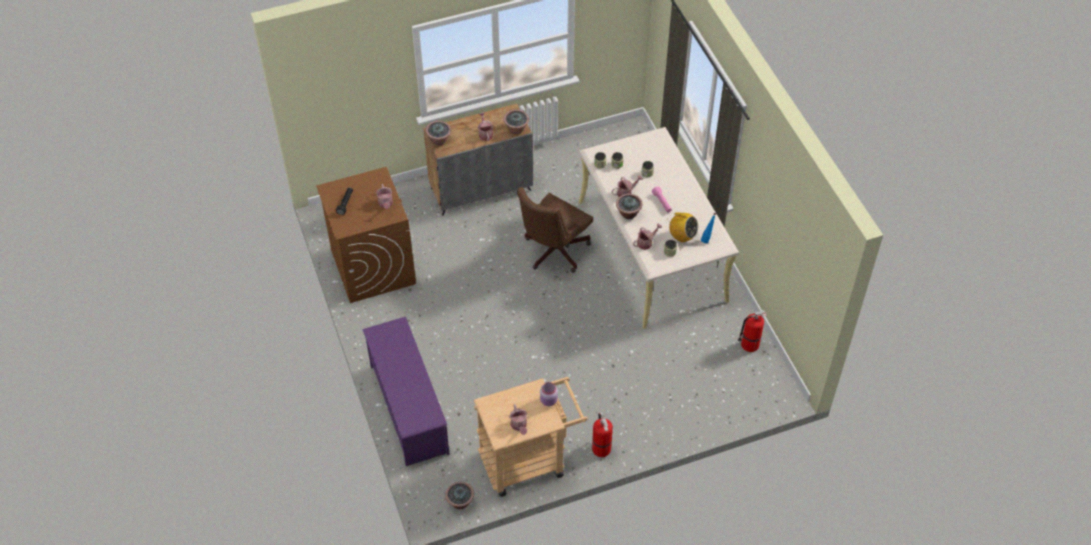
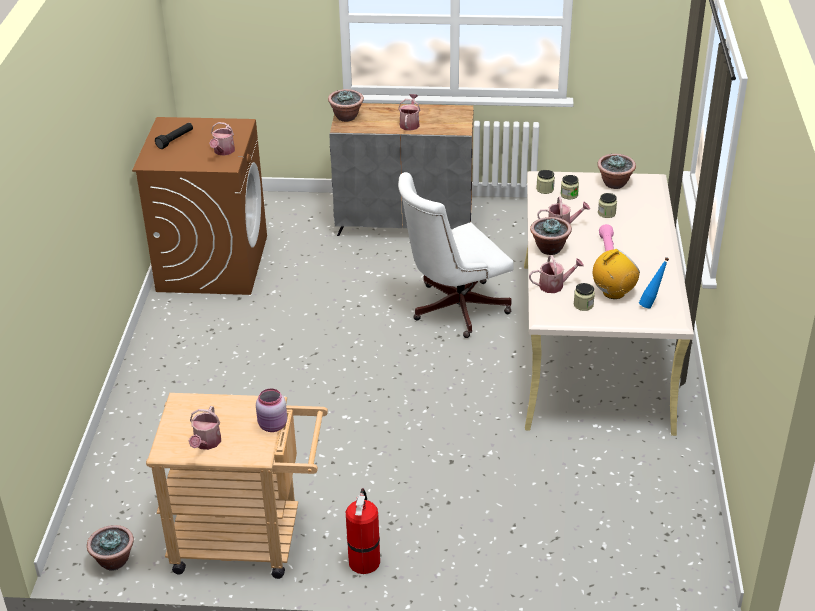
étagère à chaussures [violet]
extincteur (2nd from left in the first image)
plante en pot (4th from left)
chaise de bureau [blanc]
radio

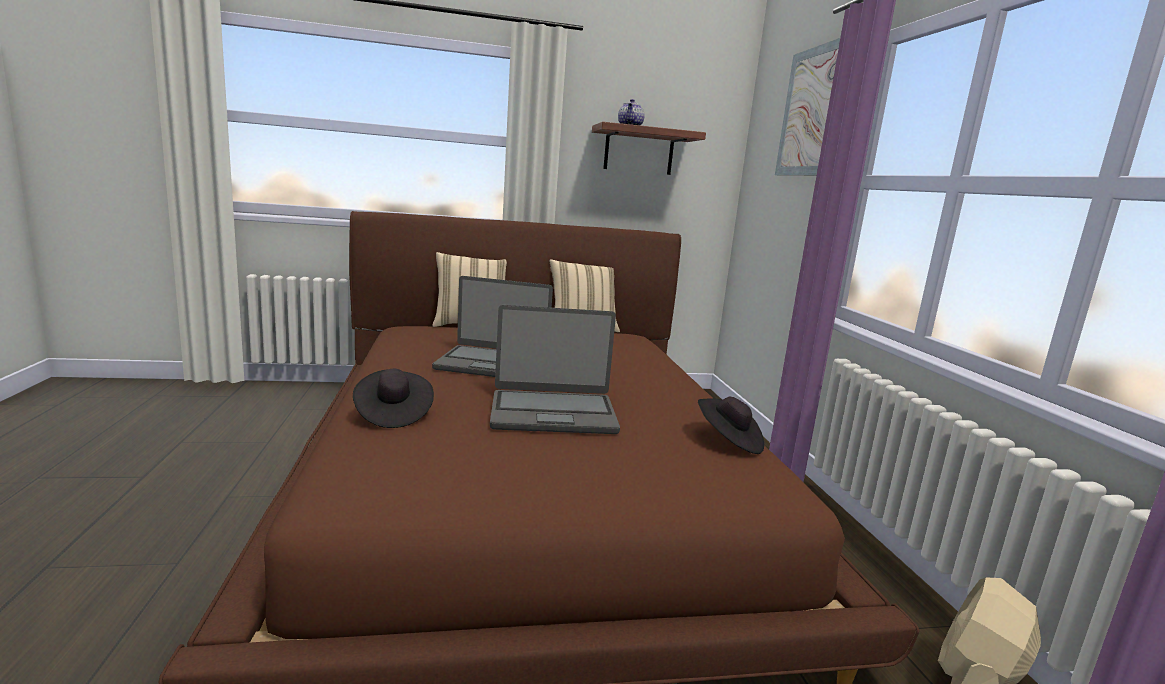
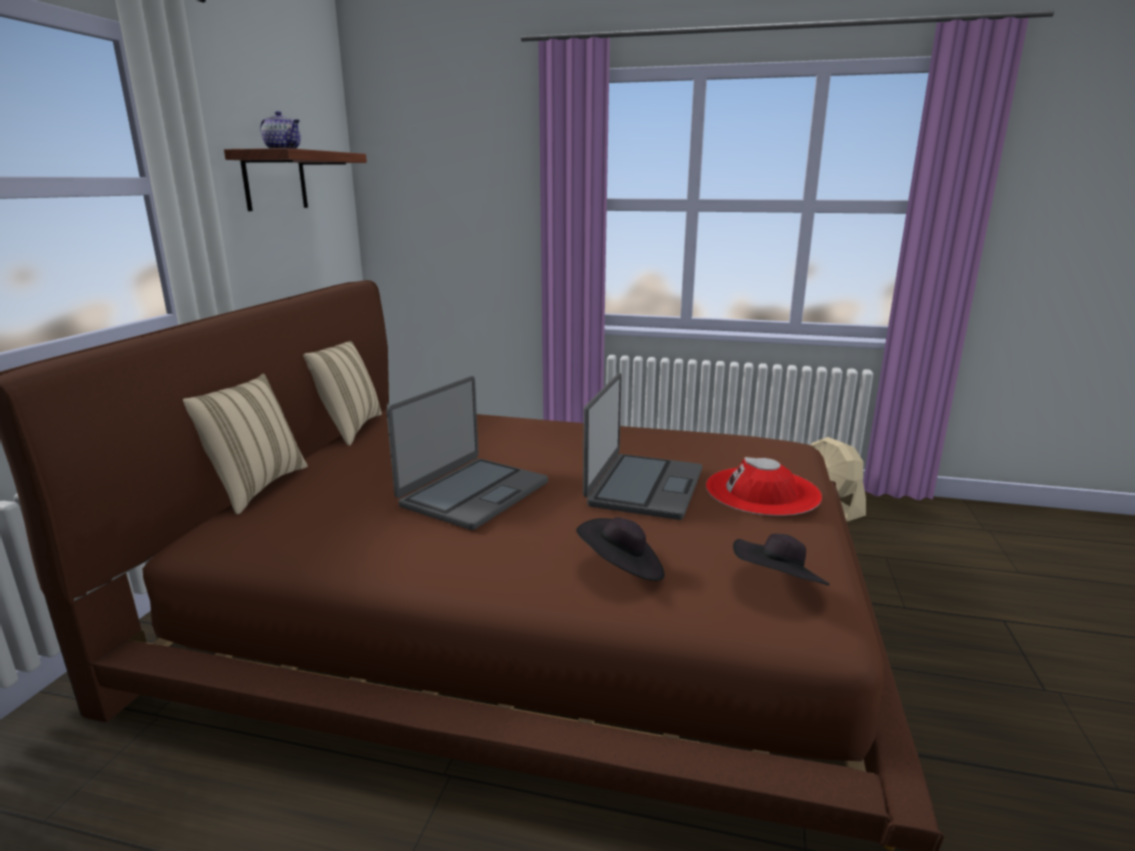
tableau
chapeau [rouge]
chapeau [noir] (2nd from left)

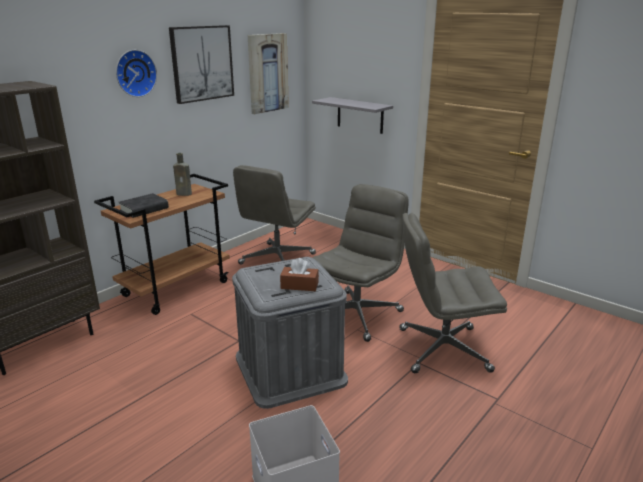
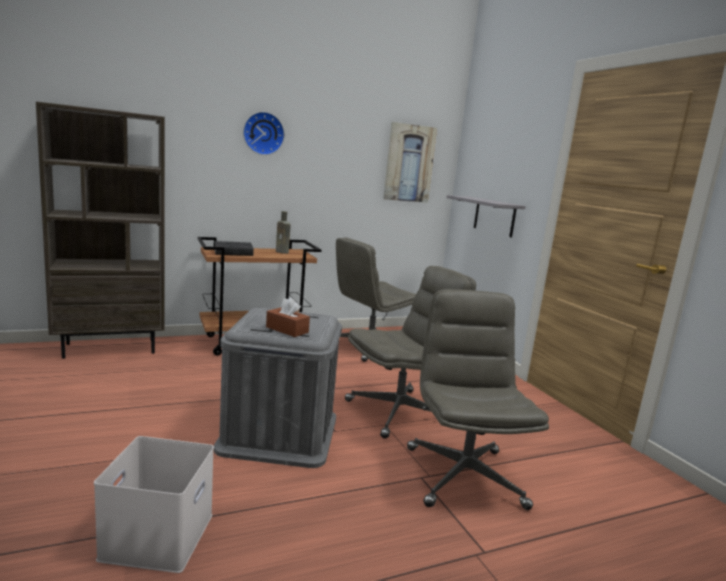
tableau (1st from left in the first image)
chaise de bureau [gris] (3rd from left)

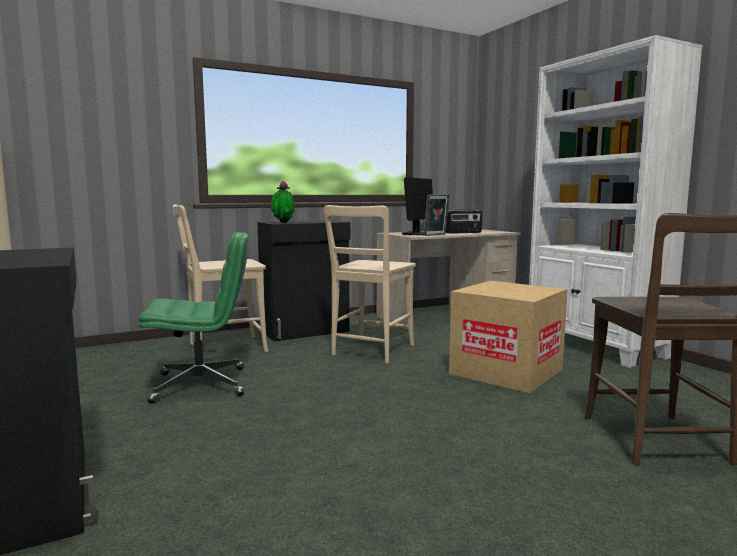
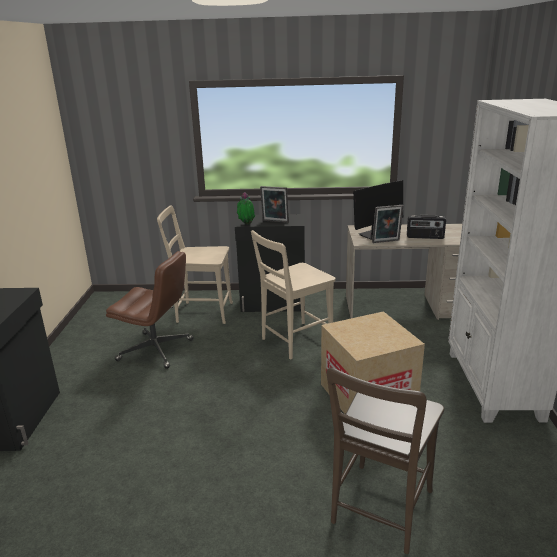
cadre photo (1st from left)
chaise de bureau [marron]

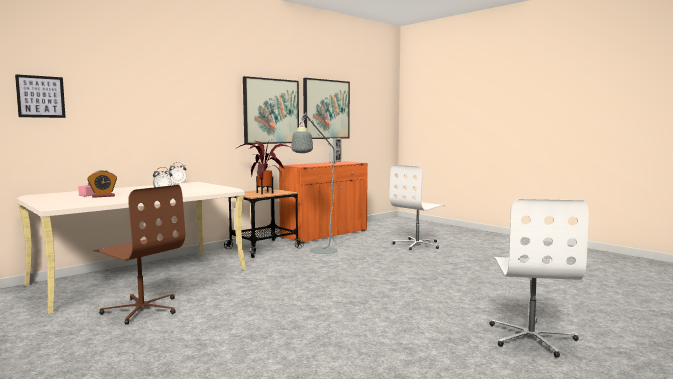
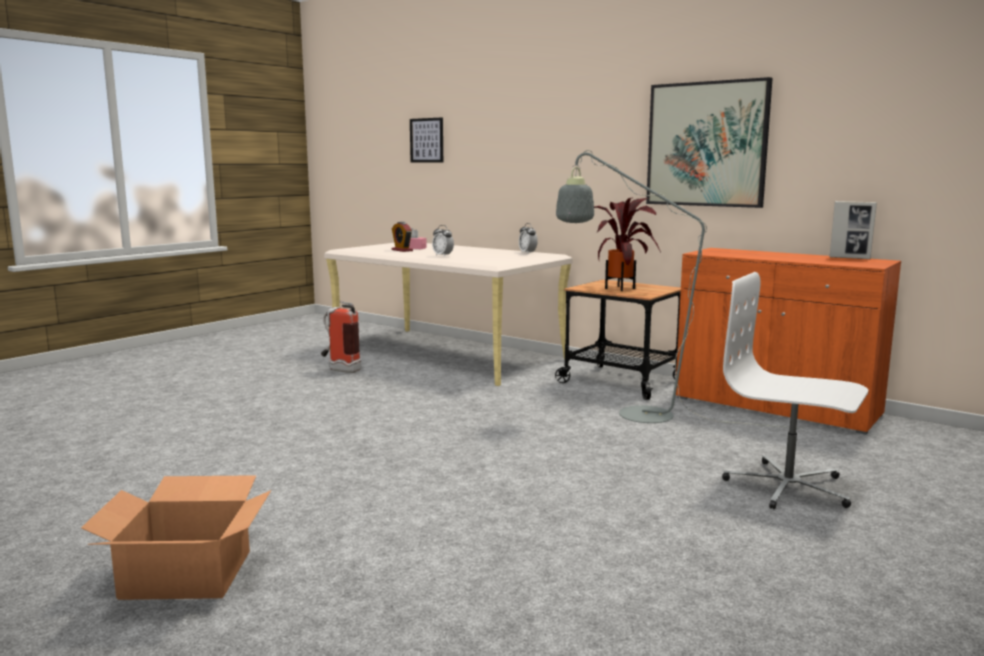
tableau (3rd from left in the first image)
extincteur
carton

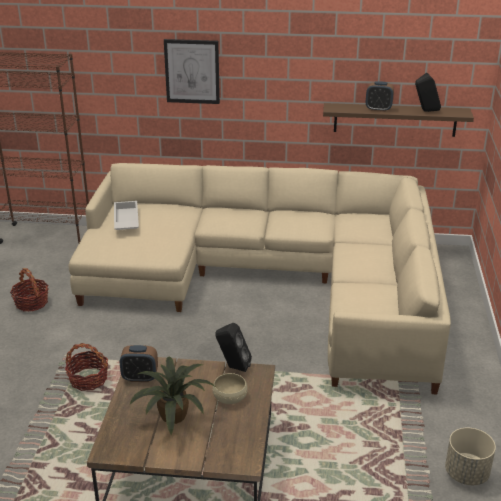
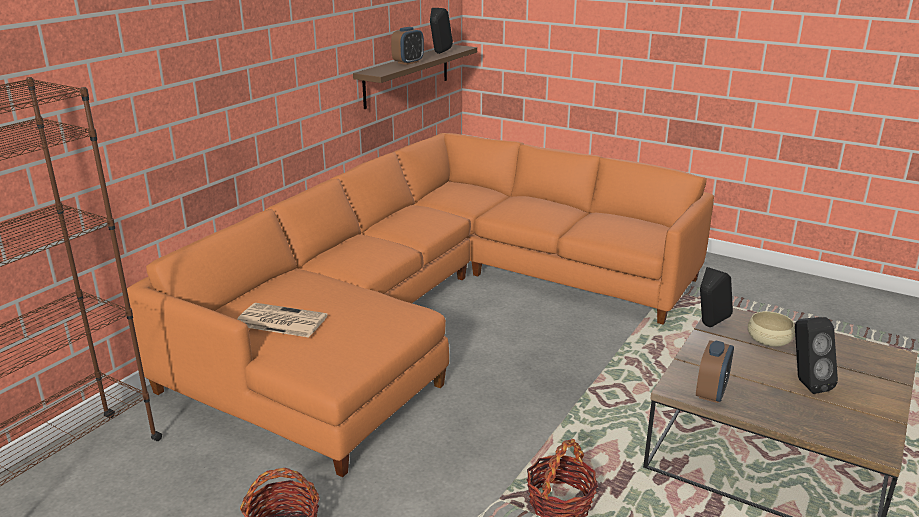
tableau
cache-pot [beige]
journal
enceinte [noir] (3rd from left)
canapé [orange]

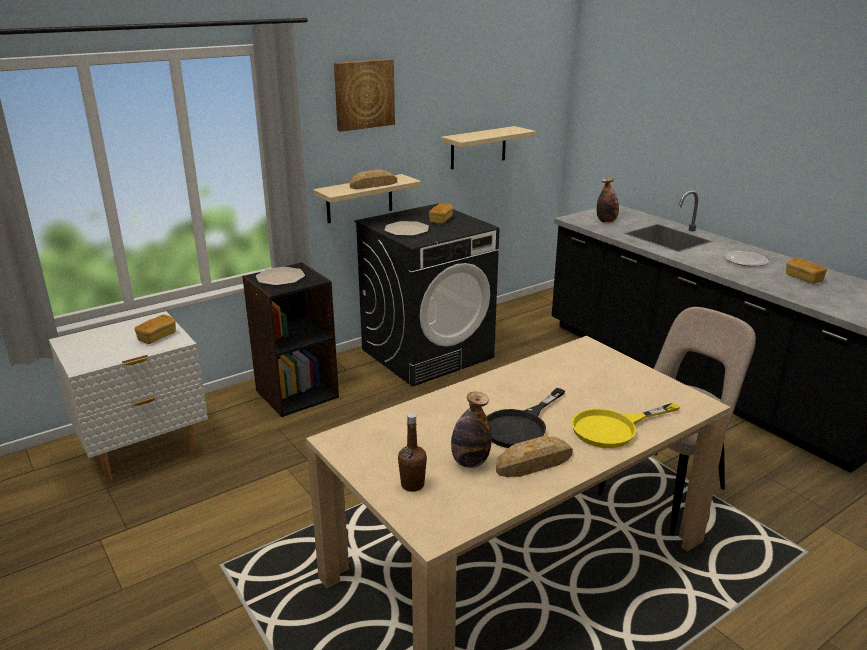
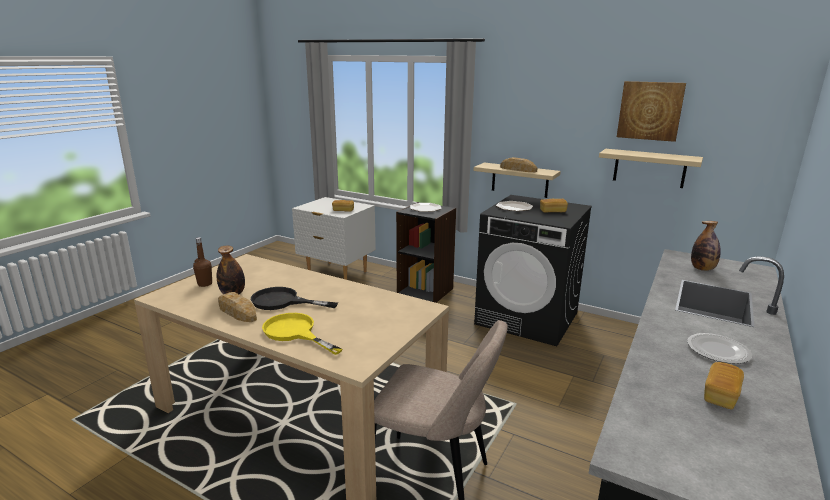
tableau

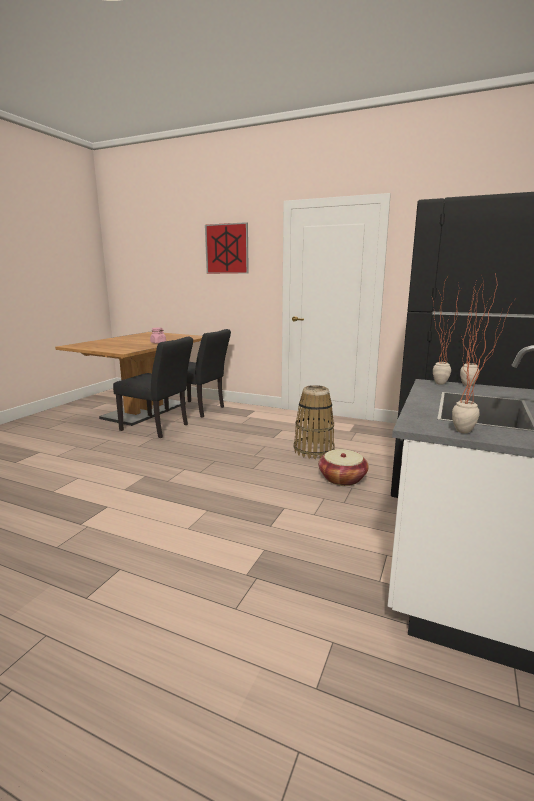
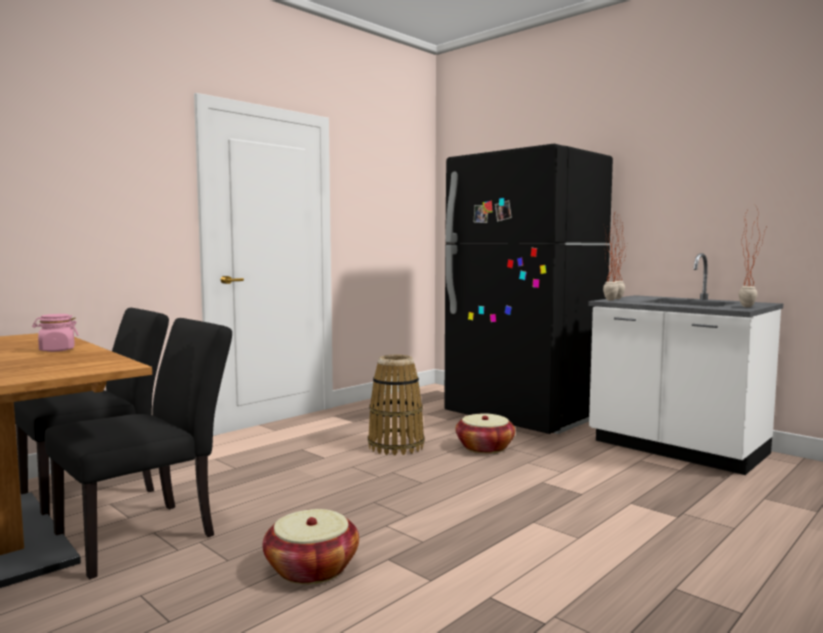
tableau
panier (1st from left)

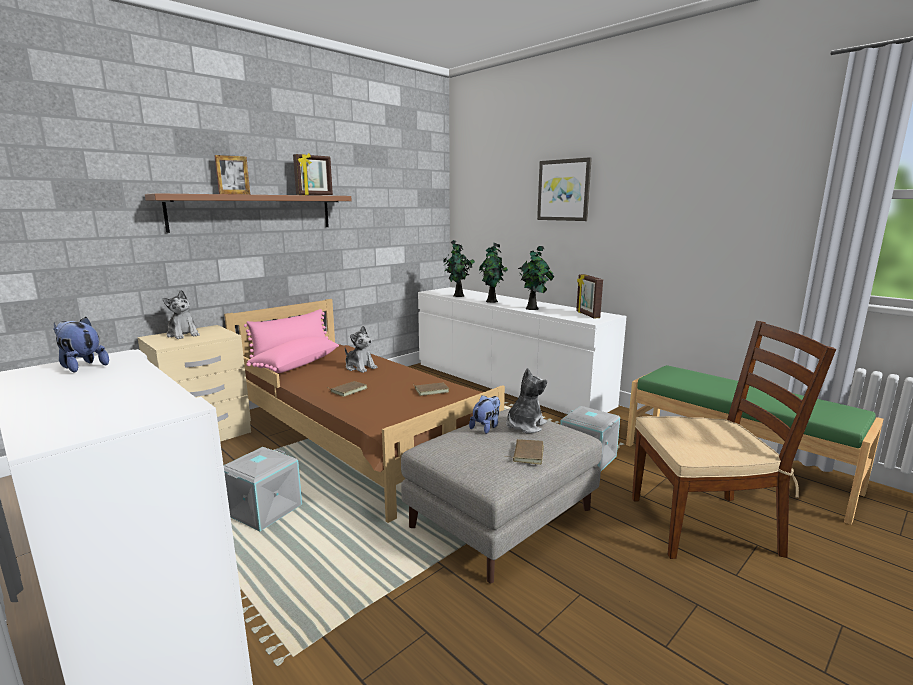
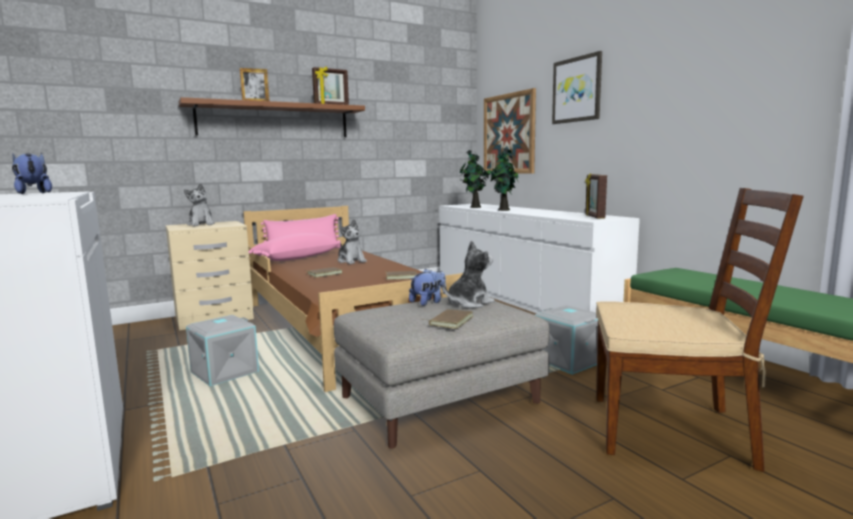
plante en pot (3rd from left in the first image)
tableau (1st from left)

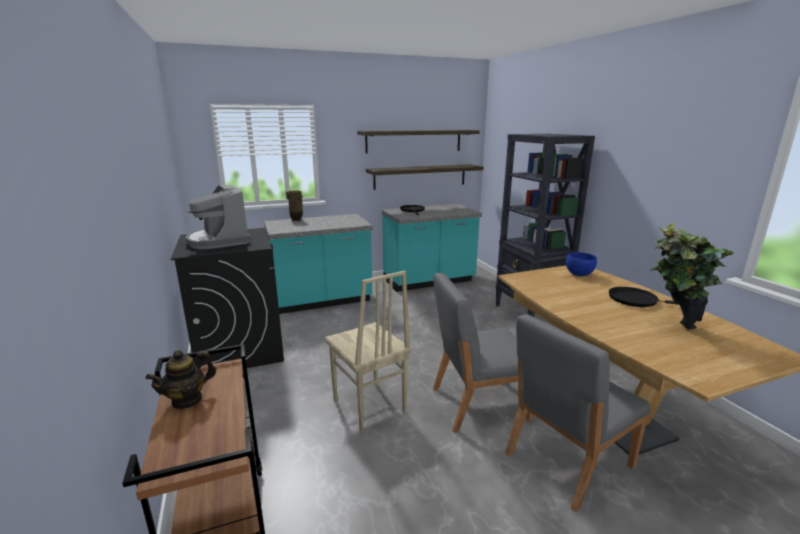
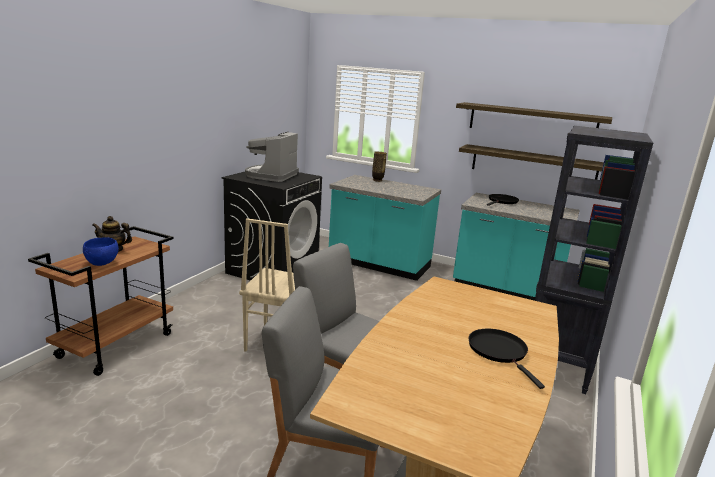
plante en pot
bol [bleu]

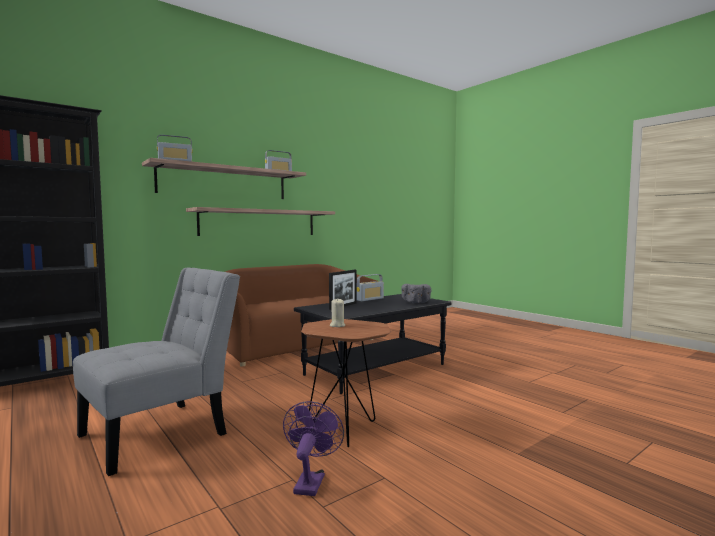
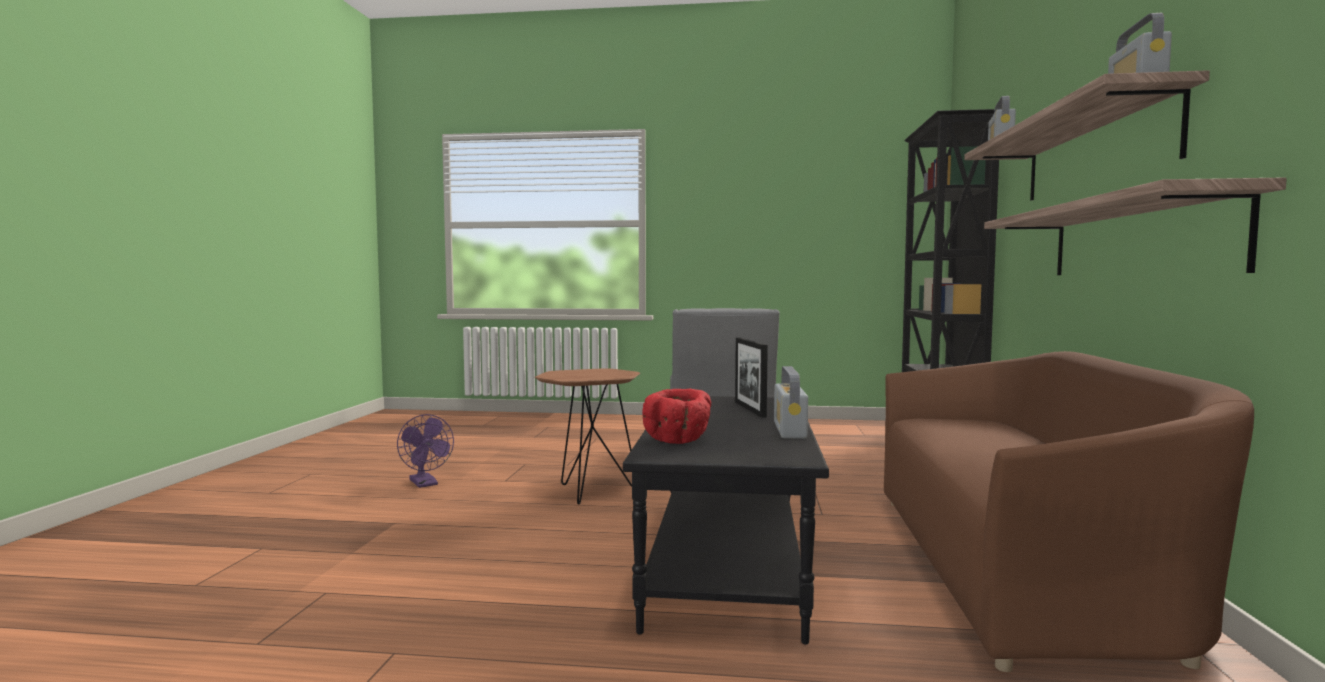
bougie [beige]
ventilateur [violet]
bol [rouge]

